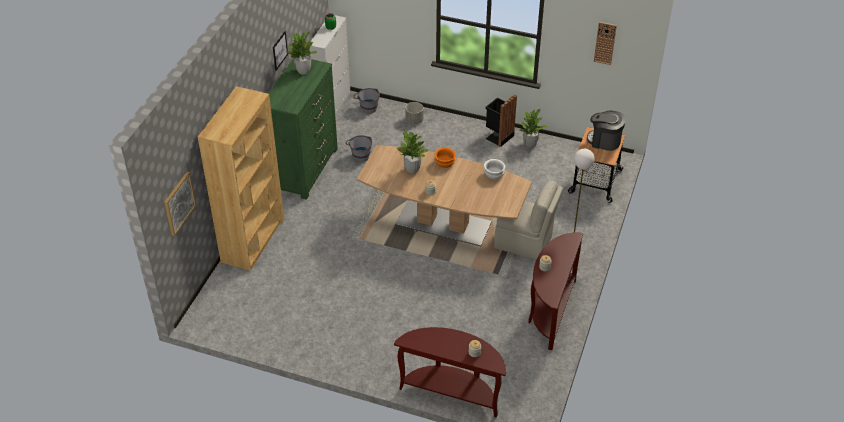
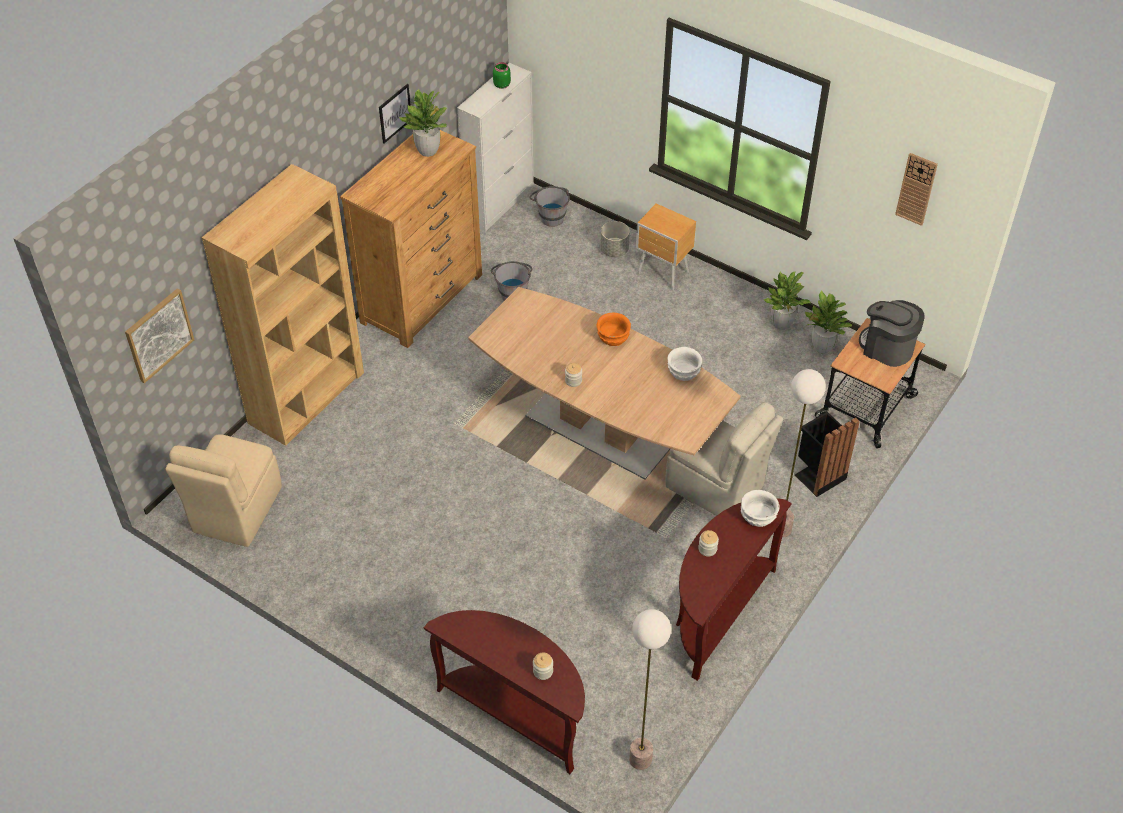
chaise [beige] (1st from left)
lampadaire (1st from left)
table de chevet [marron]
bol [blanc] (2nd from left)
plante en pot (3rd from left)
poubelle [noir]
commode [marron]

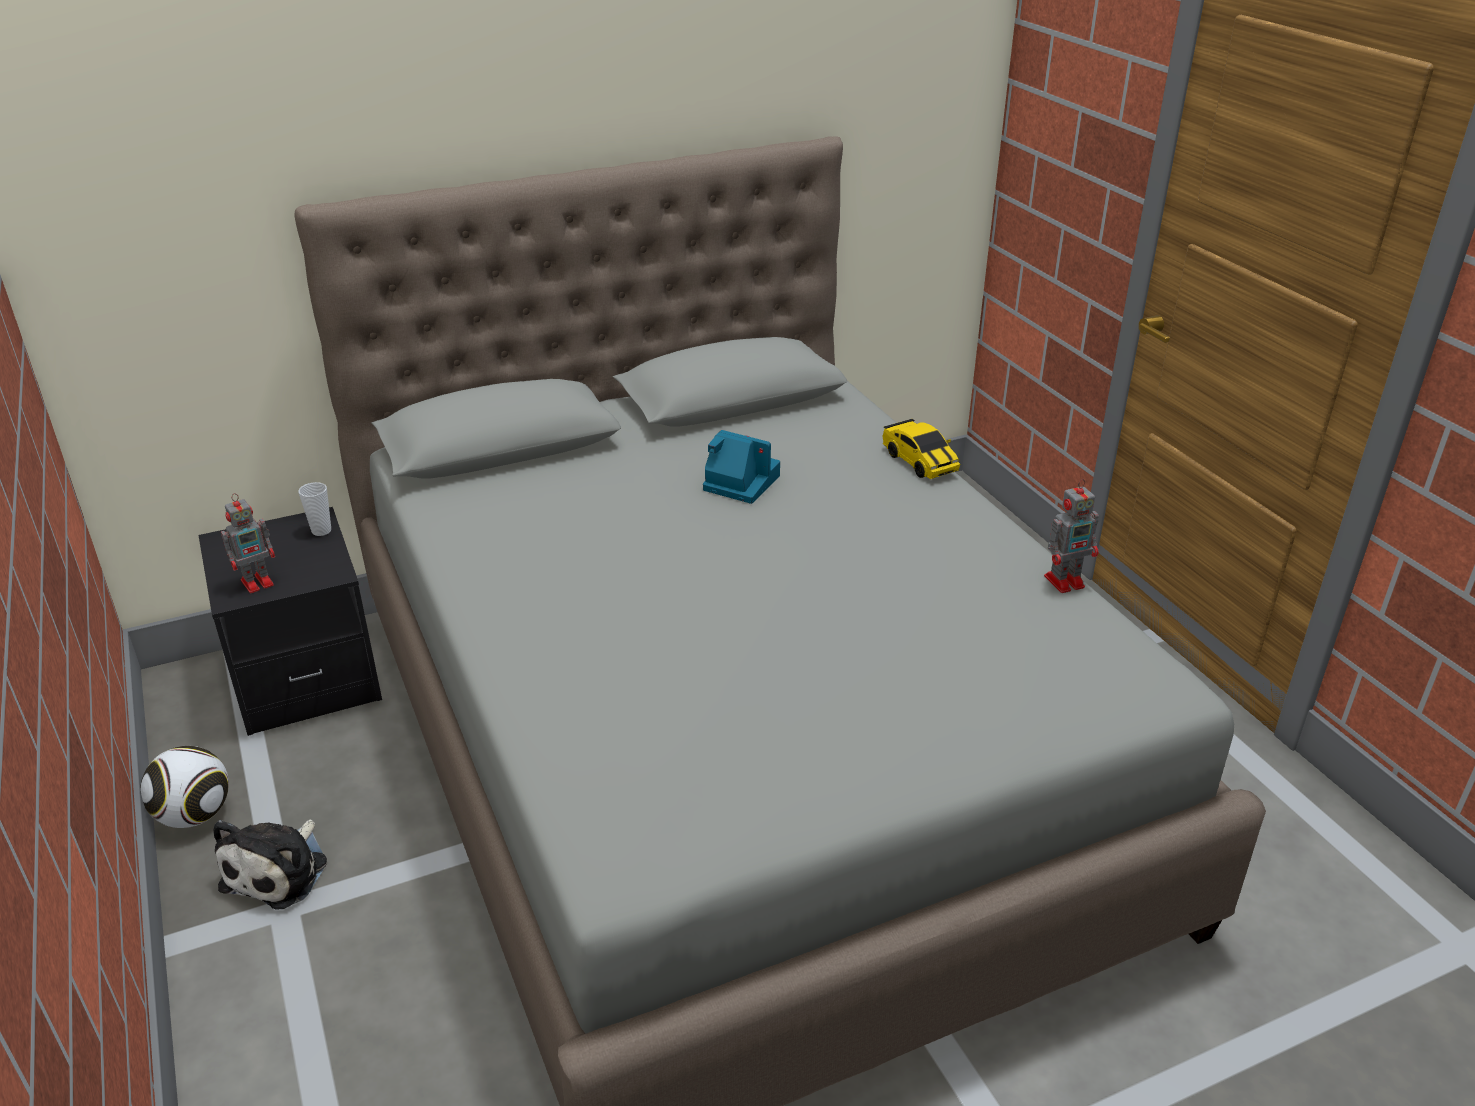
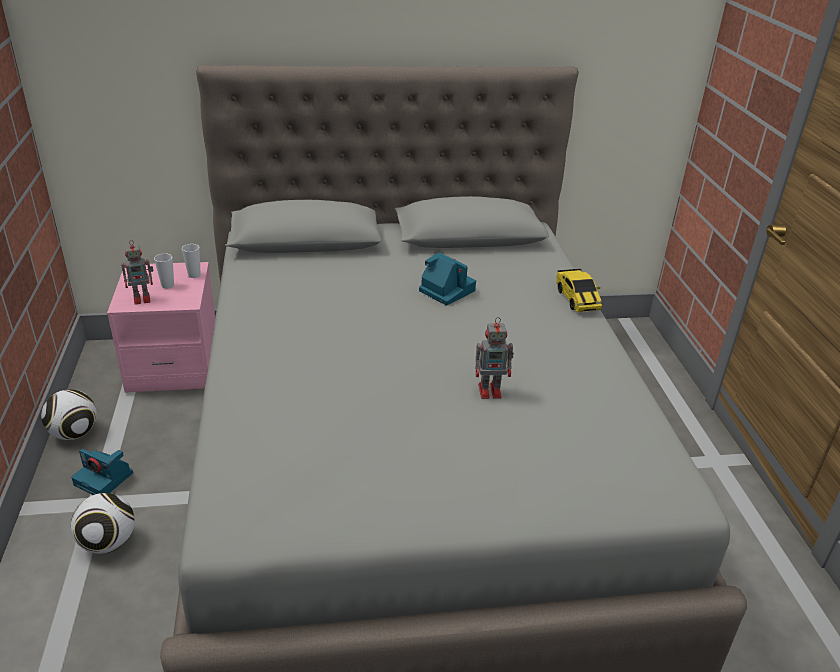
ballon de foot (2nd from left)
tasse (1st from left)
robot jouet (2nd from left)
appareil photo (1st from left)
table de chevet [rose]

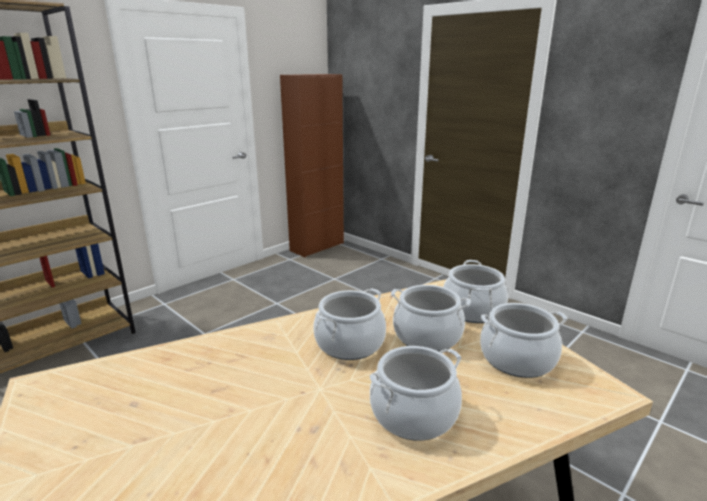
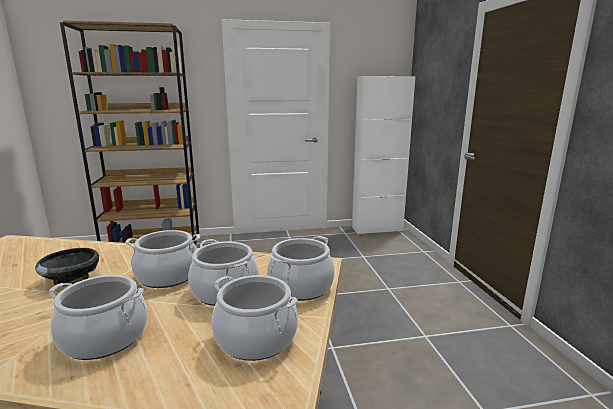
bol [noir]
meuble de rangement [blanc]

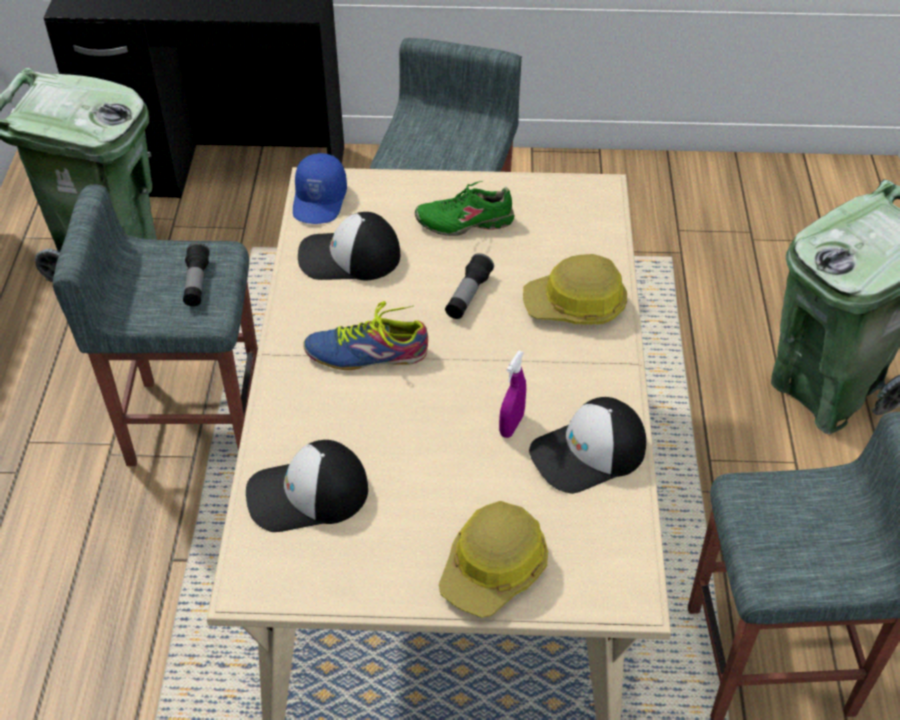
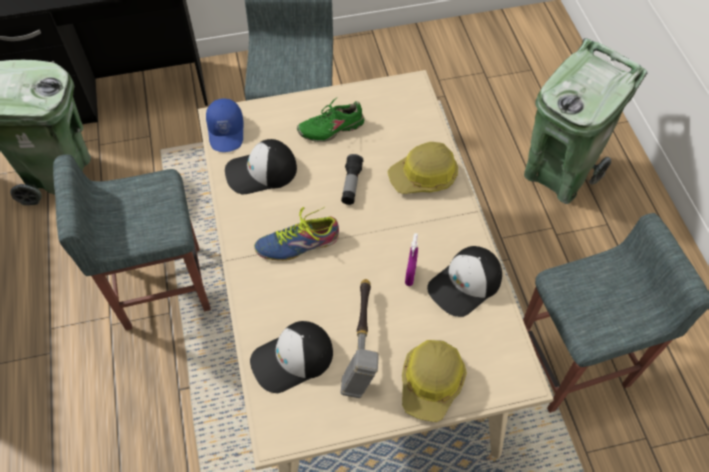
lampe de poche (1st from left in the first image)
marteau

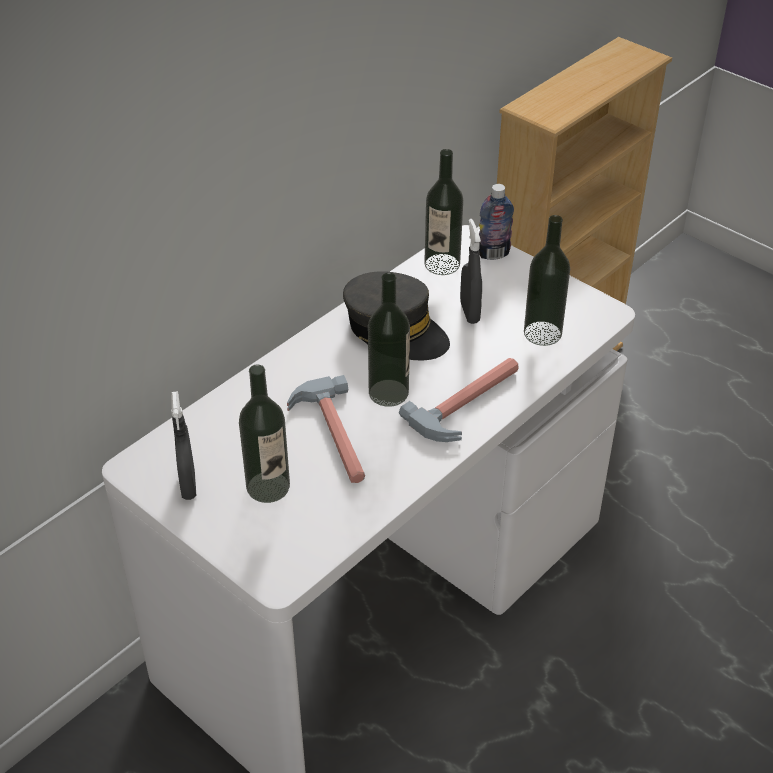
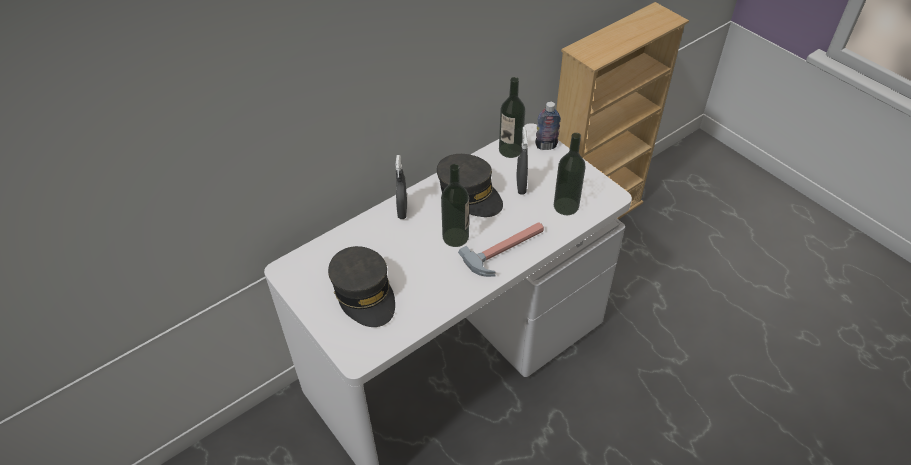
marteau (1st from left in the first image)
vaporisateur [gris] (1st from left)
casquette [gris] (1st from left)

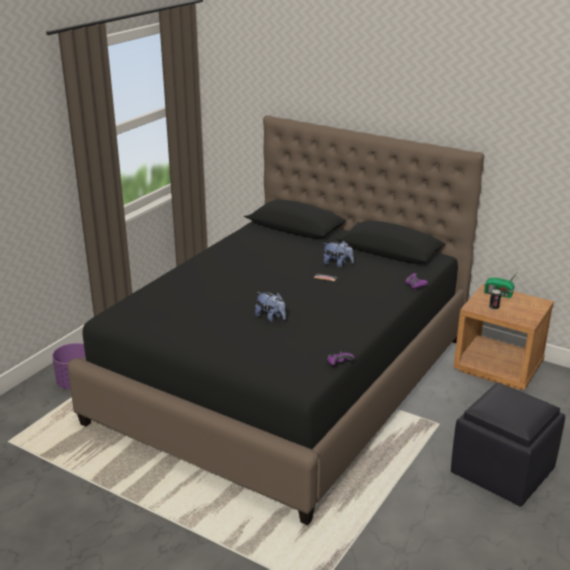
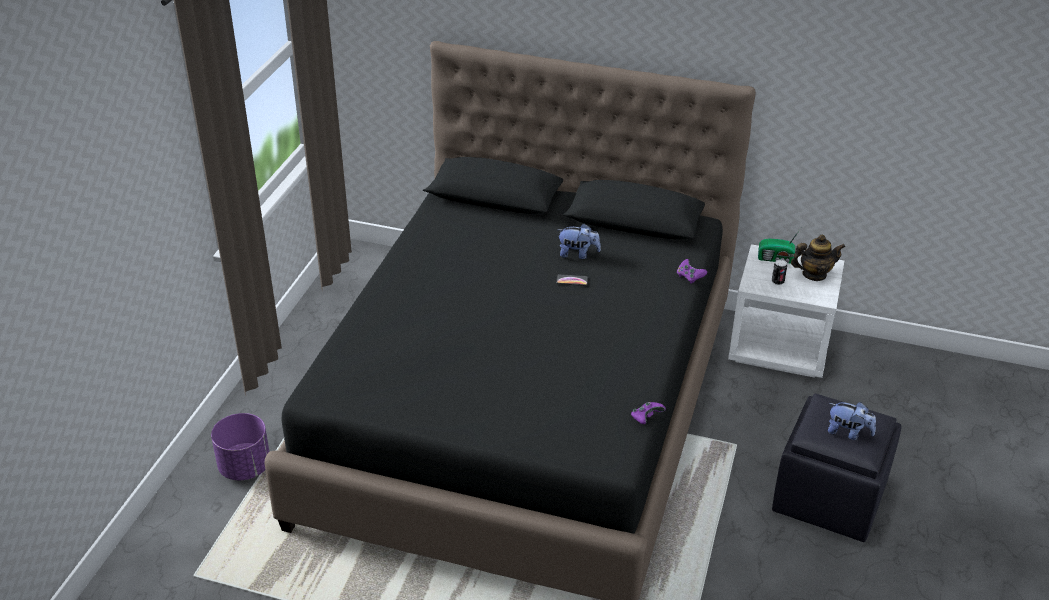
théière
peluche (2nd from left)
table de chevet [blanc]

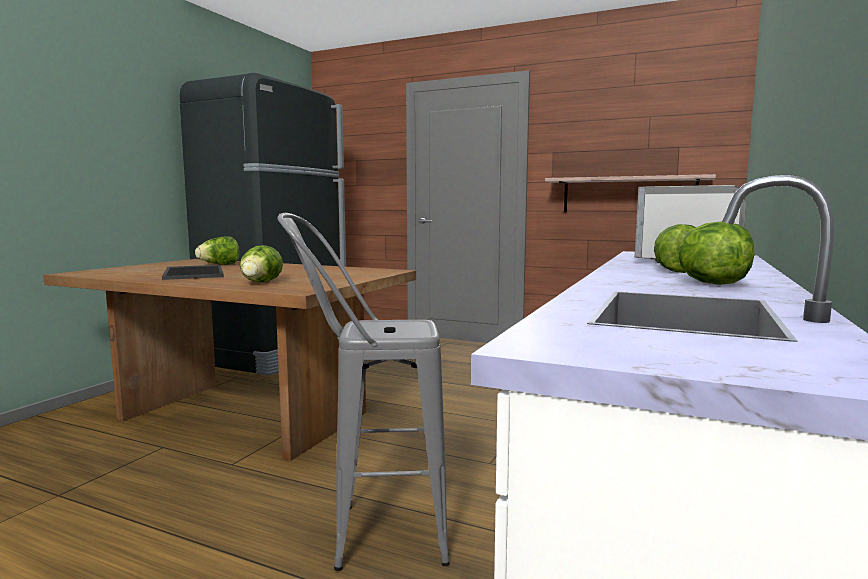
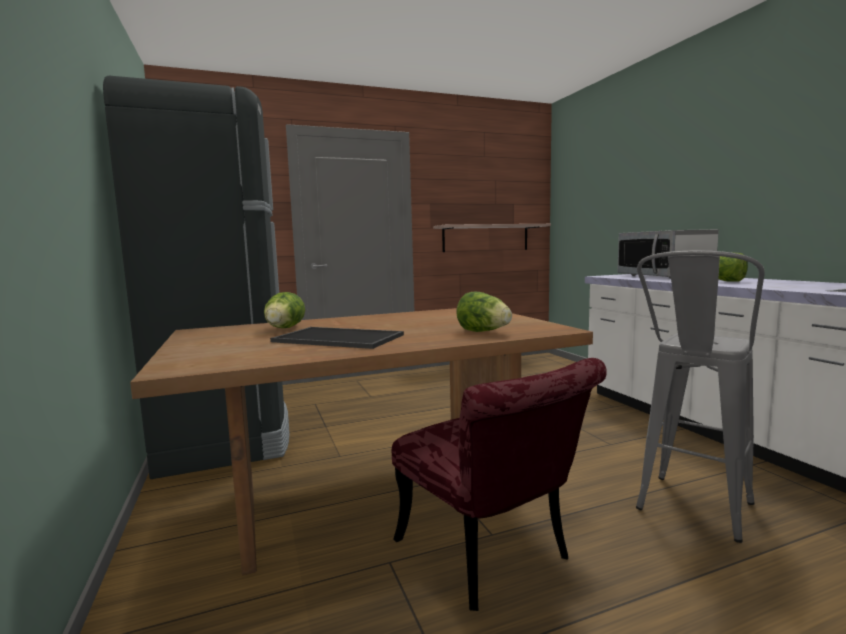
laitue (4th from left in the first image)
chaise [rouge]

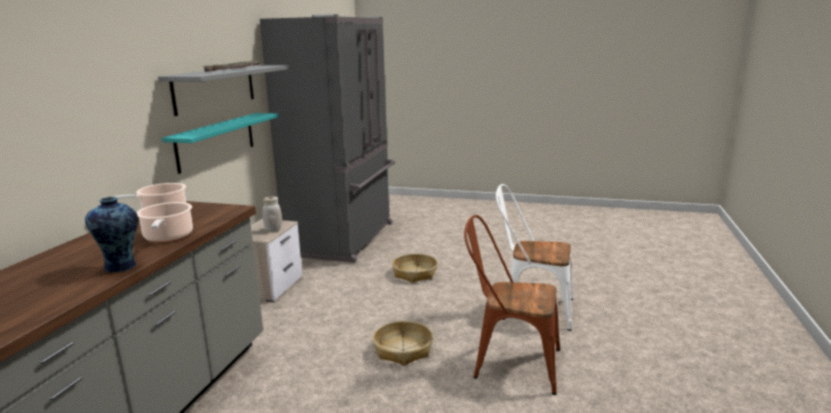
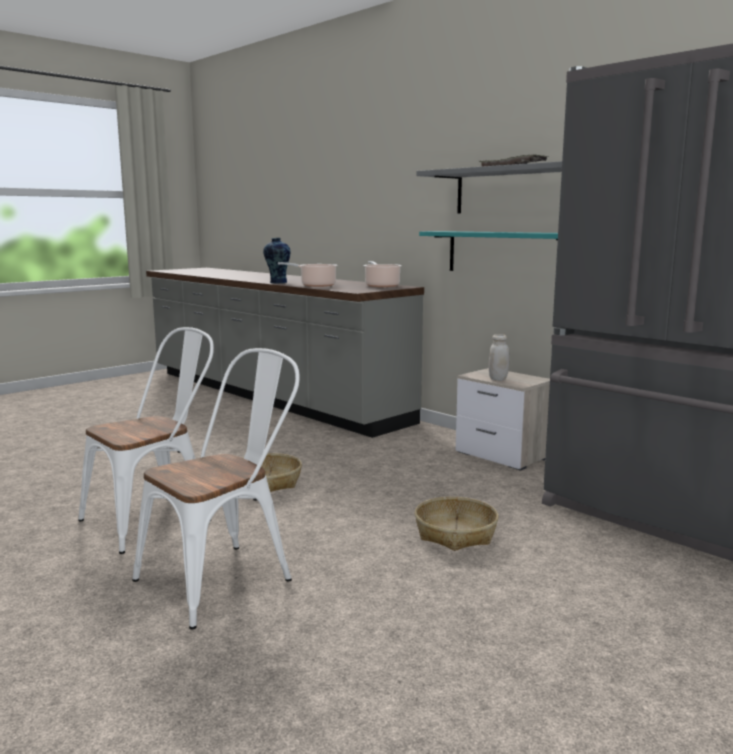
chaise [blanc] (1st from left)

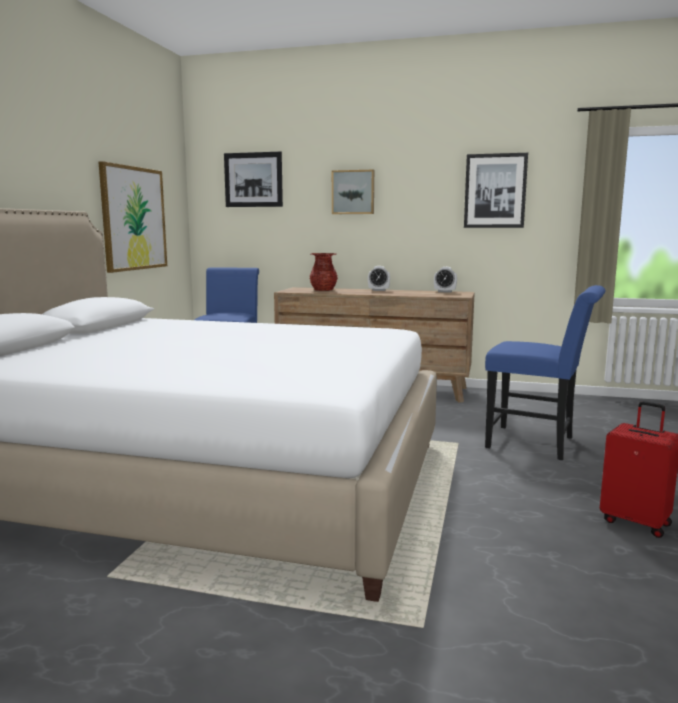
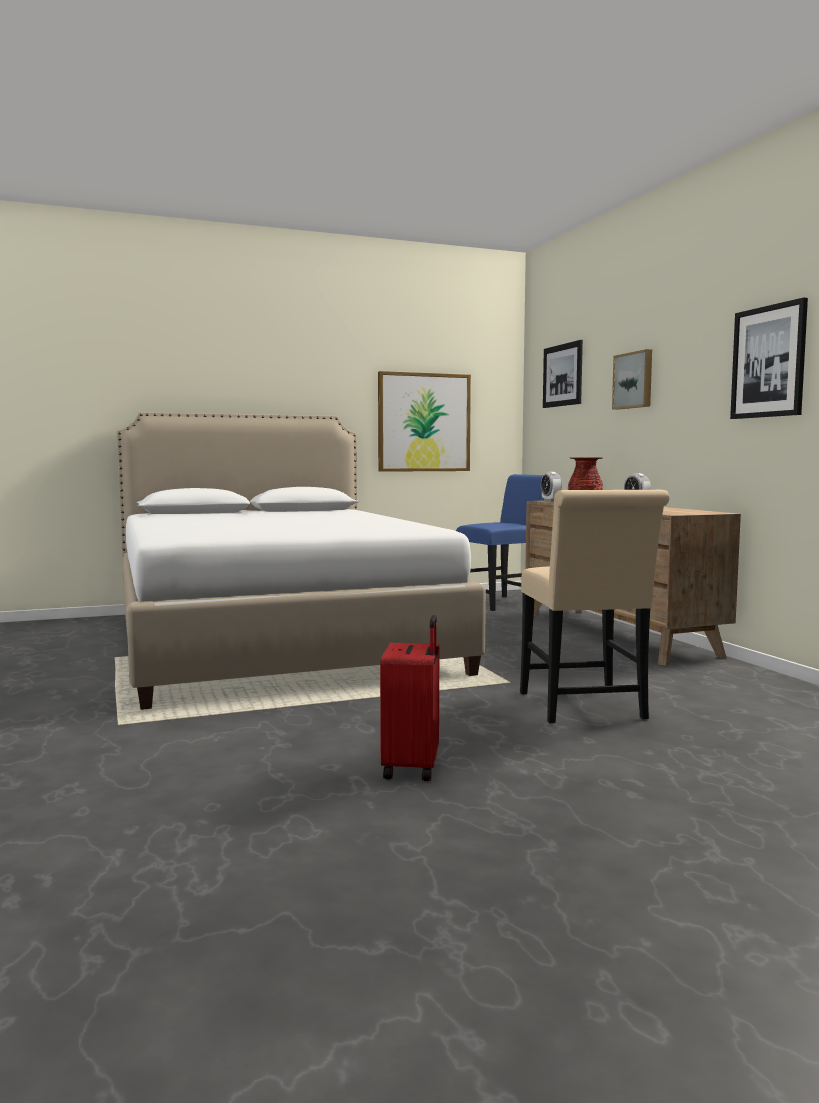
réveil (1st from left)
chaise [beige]

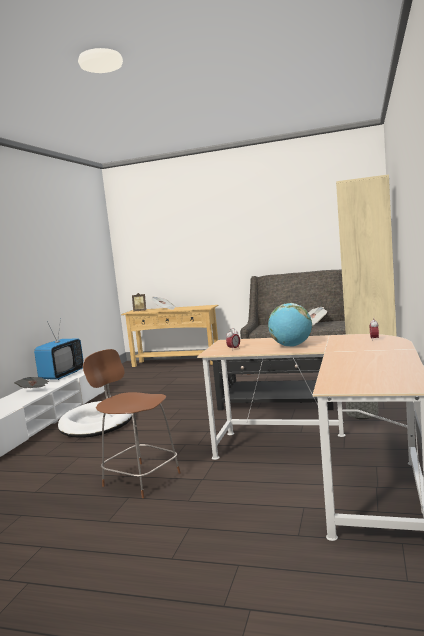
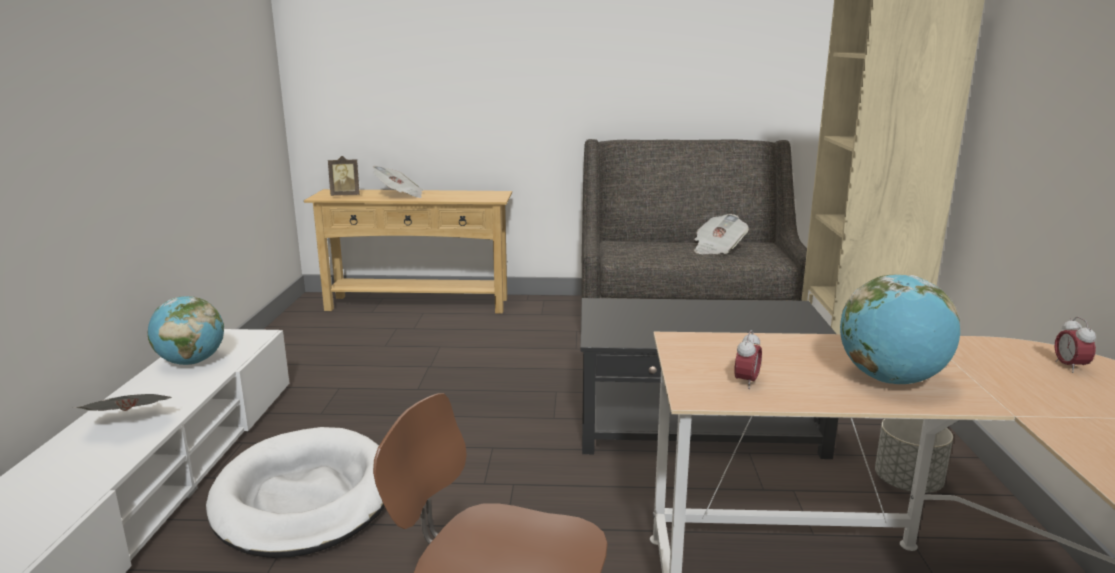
globe (1st from left)

